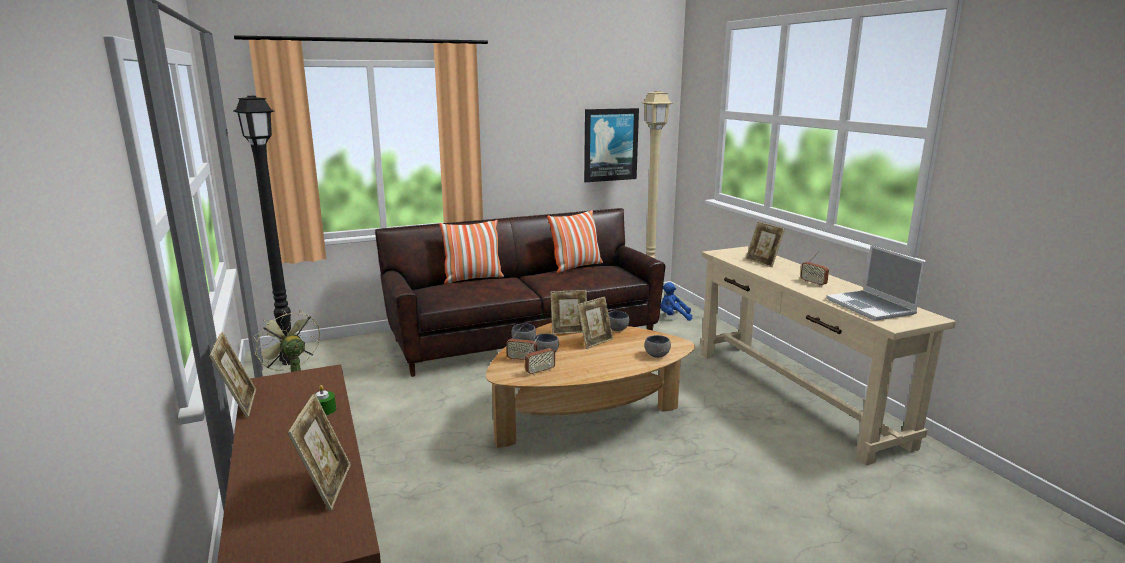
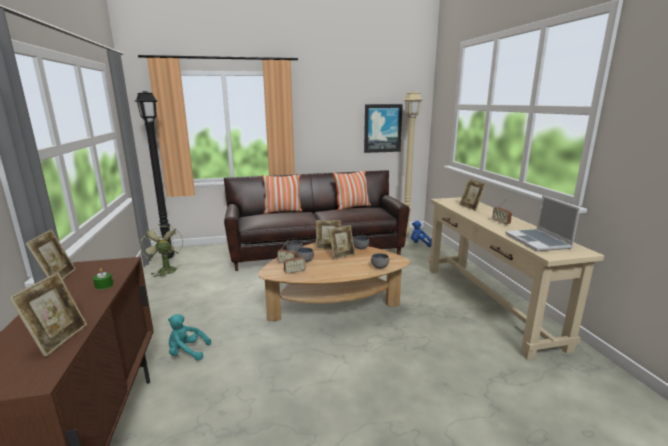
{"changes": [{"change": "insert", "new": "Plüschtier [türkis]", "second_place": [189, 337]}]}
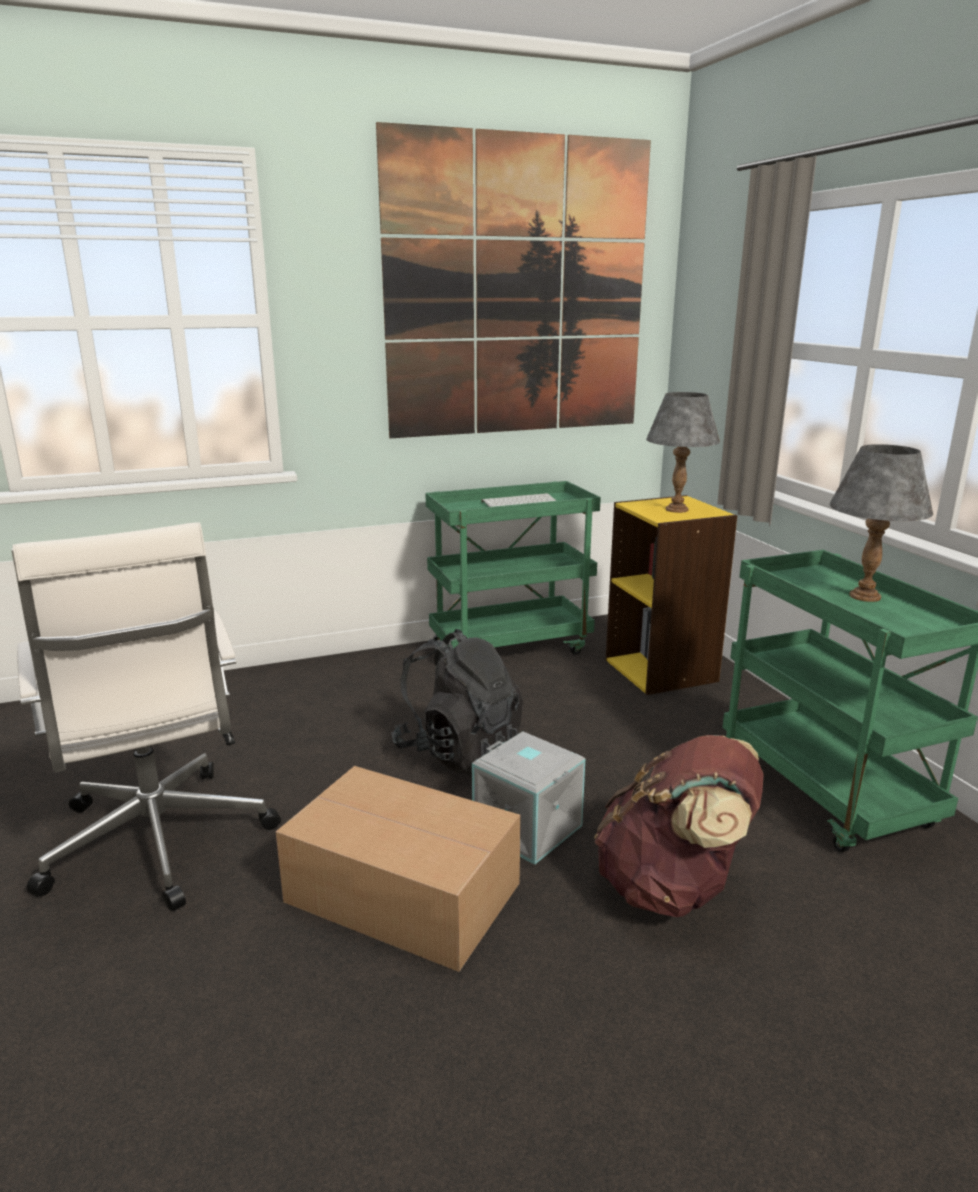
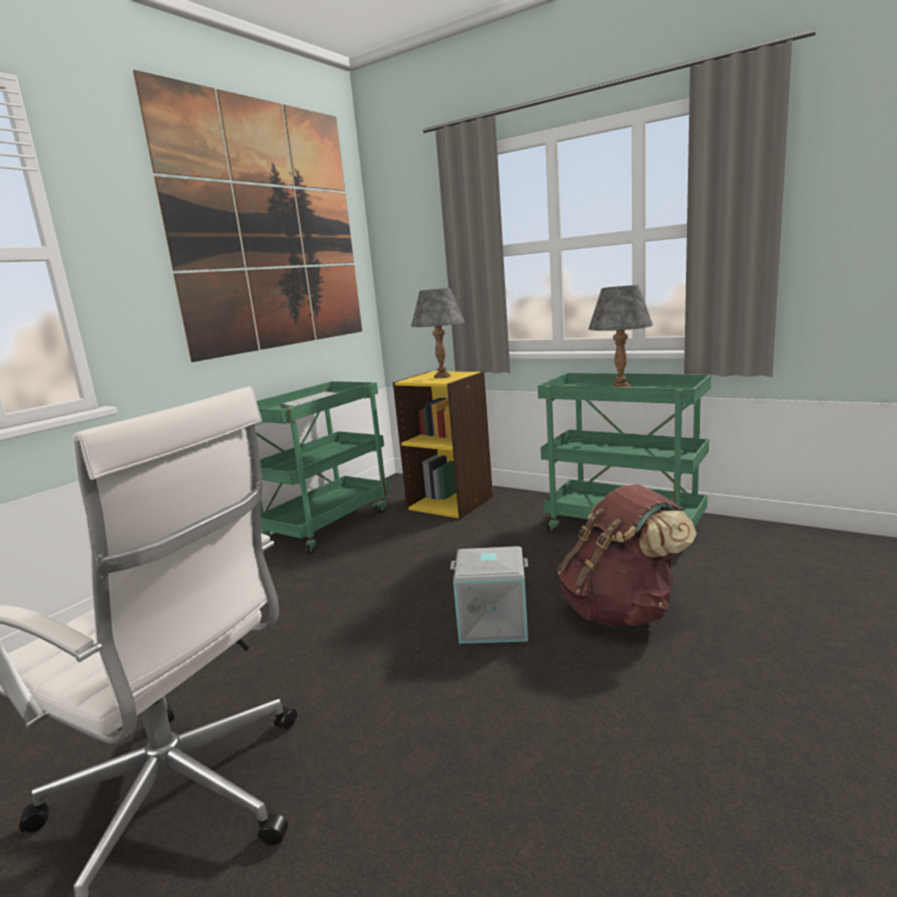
{"changes": [{"change": "delete", "old": "Rucksack [schwarz]", "first_place": [457, 702]}, {"change": "delete", "old": "Karton", "first_place": [398, 869]}]}
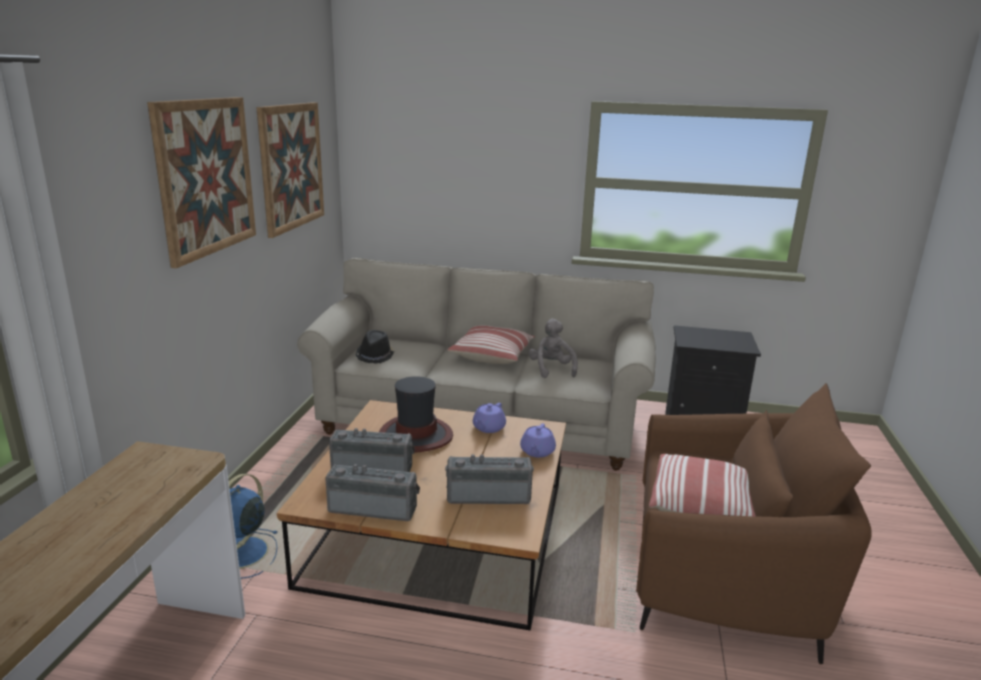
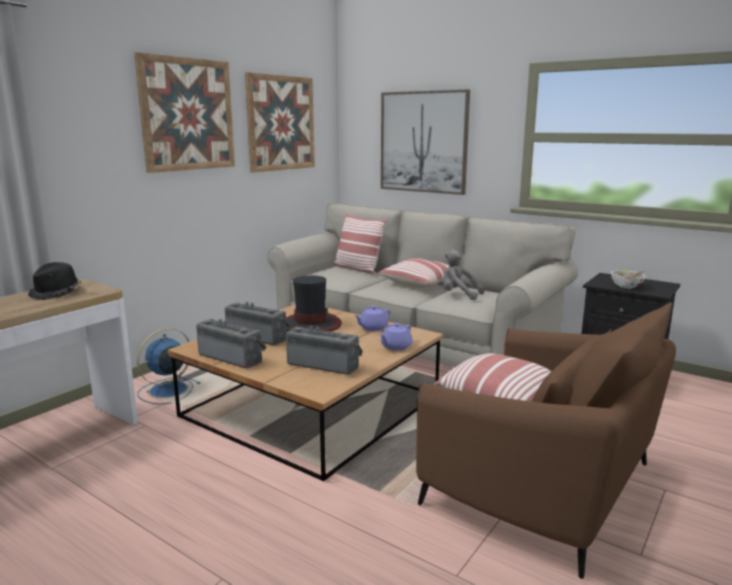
{"changes": [{"change": "rotate", "old": "Plüschtier [grau]", "first_place": [553, 348], "second_place": [463, 275], "degrees": -75}, {"change": "move", "old": "Hut [schwarz]", "first_place": [375, 347], "second_place": [54, 281]}, {"change": "insert", "new": "Bild", "second_place": [425, 142]}, {"change": "insert", "new": "Kissen", "second_place": [360, 243]}, {"change": "insert", "new": "Schüssel", "second_place": [628, 279]}]}
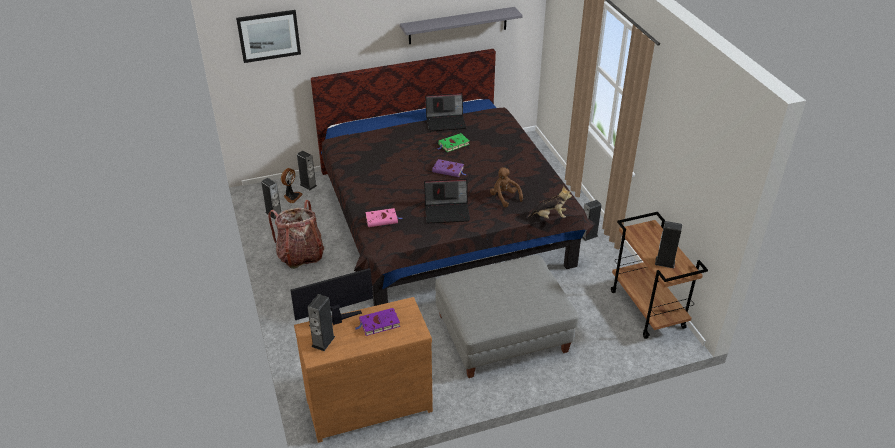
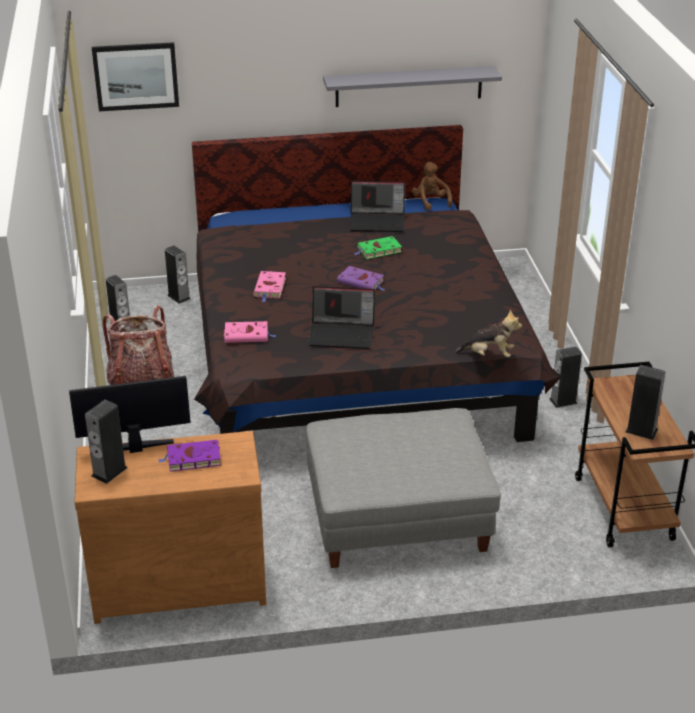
{"changes": [{"change": "move", "old": "Plüschtier [braun]", "first_place": [506, 187], "second_place": [432, 186]}, {"change": "delete", "old": "Ventilator", "first_place": [292, 185]}, {"change": "insert", "new": "Buch [rosa]", "second_place": [269, 286]}]}
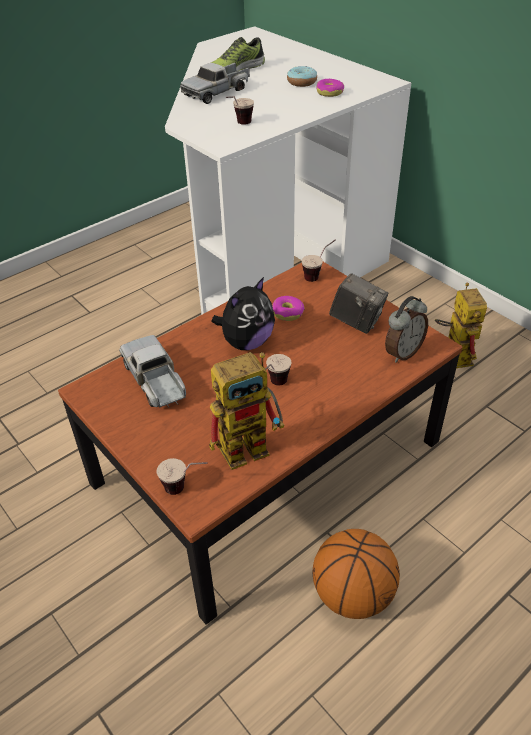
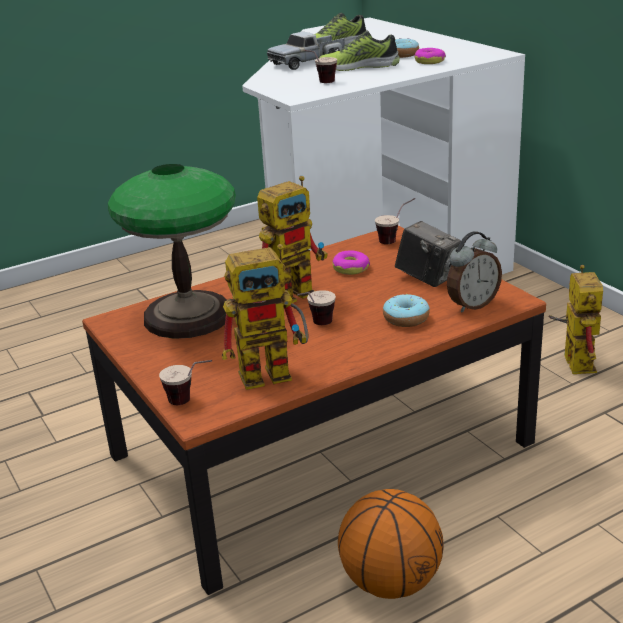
{"changes": [{"change": "replace", "old": "Plüschtier", "new": "Spielzeugroboter", "first_place": [243, 313], "second_place": [292, 239]}, {"change": "replace", "old": "Spielzeuglaster", "new": "Tischlampe", "first_place": [152, 371], "second_place": [172, 251]}, {"change": "insert", "new": "Schuh", "second_place": [359, 51]}, {"change": "insert", "new": "Donut", "second_place": [406, 310]}]}
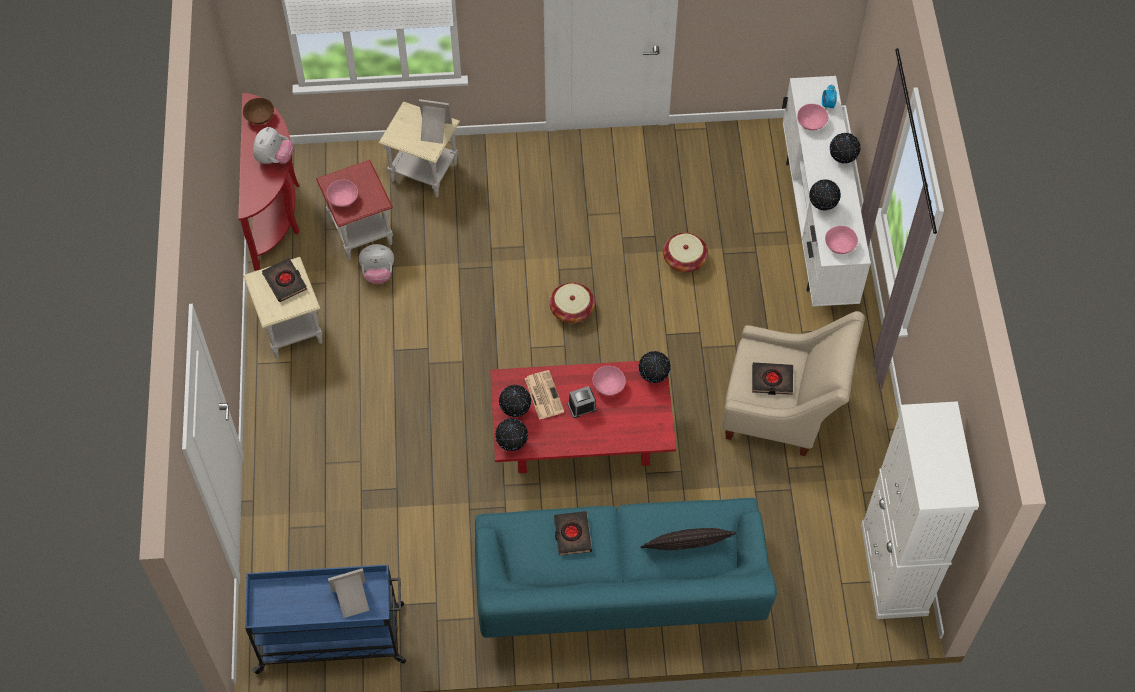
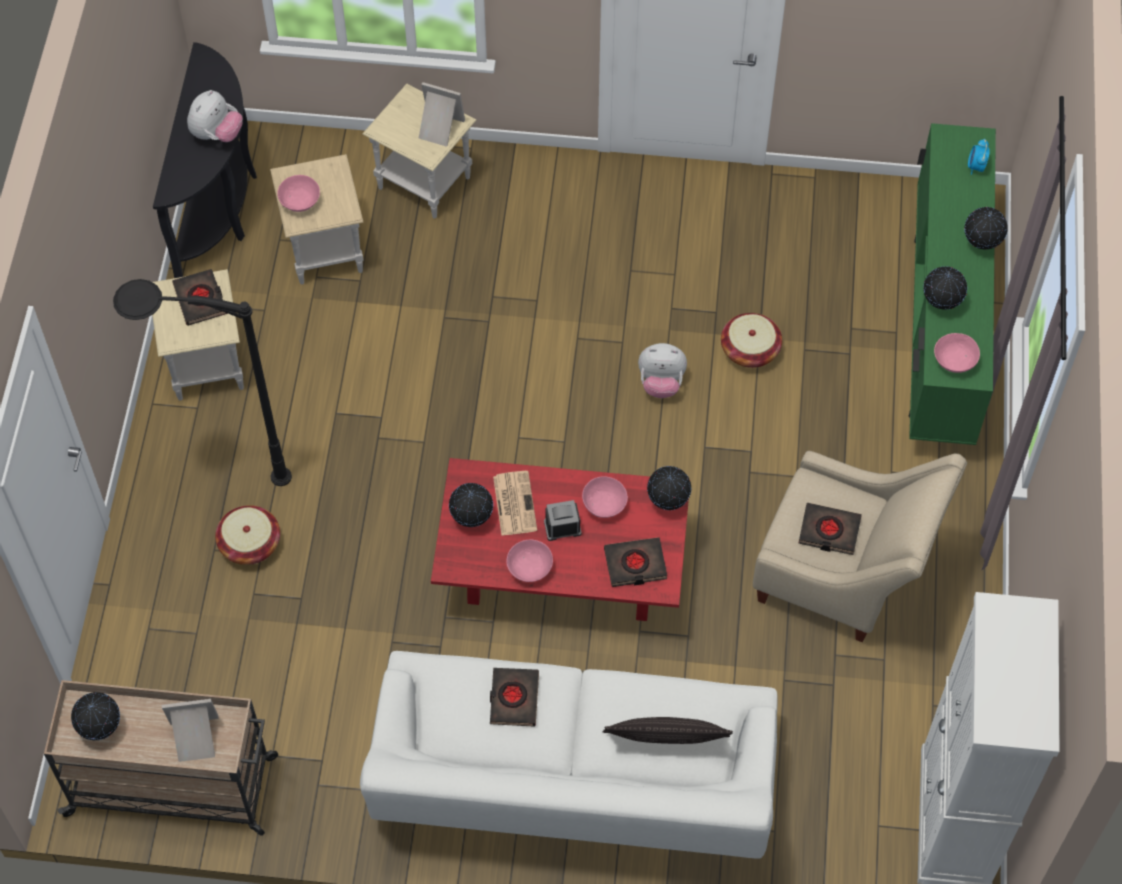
{"changes": [{"change": "recolor", "old": "Fernsehschrank [weiß]", "new": "Fernsehschrank [grün]", "first_place": [826, 191], "second_place": [952, 284]}, {"change": "recolor", "old": "Konsolentisch [rot]", "new": "Konsolentisch [schwarz]", "first_place": [268, 182], "second_place": [205, 160]}, {"change": "delete", "old": "Schüssel [braun]", "first_place": [258, 111]}, {"change": "move", "old": "Schüssel [rosa]", "first_place": [812, 117], "second_place": [529, 561]}, {"change": "recolor", "old": "Beistelltisch [rot]", "new": "Beistelltisch [beige]", "first_place": [354, 210], "second_place": [317, 219]}, {"change": "move", "old": "Plüschtier", "first_place": [376, 264], "second_place": [662, 370]}, {"change": "move", "old": "Korb", "first_place": [572, 302], "second_place": [247, 535]}, {"change": "move", "old": "Globus", "first_place": [511, 434], "second_place": [95, 716]}, {"change": "recolor", "old": "Sofa [türkis]", "new": "Sofa [weiß]", "first_place": [626, 568], "second_place": [569, 755]}, {"change": "recolor", "old": "Rollwagen [blau]", "new": "Rollwagen [beige]", "first_place": [325, 619], "second_place": [161, 758]}, {"change": "insert", "new": "Stehlampe [schwarz]", "second_place": [202, 382]}, {"change": "insert", "new": "Buch [schwarz]", "second_place": [635, 562]}]}
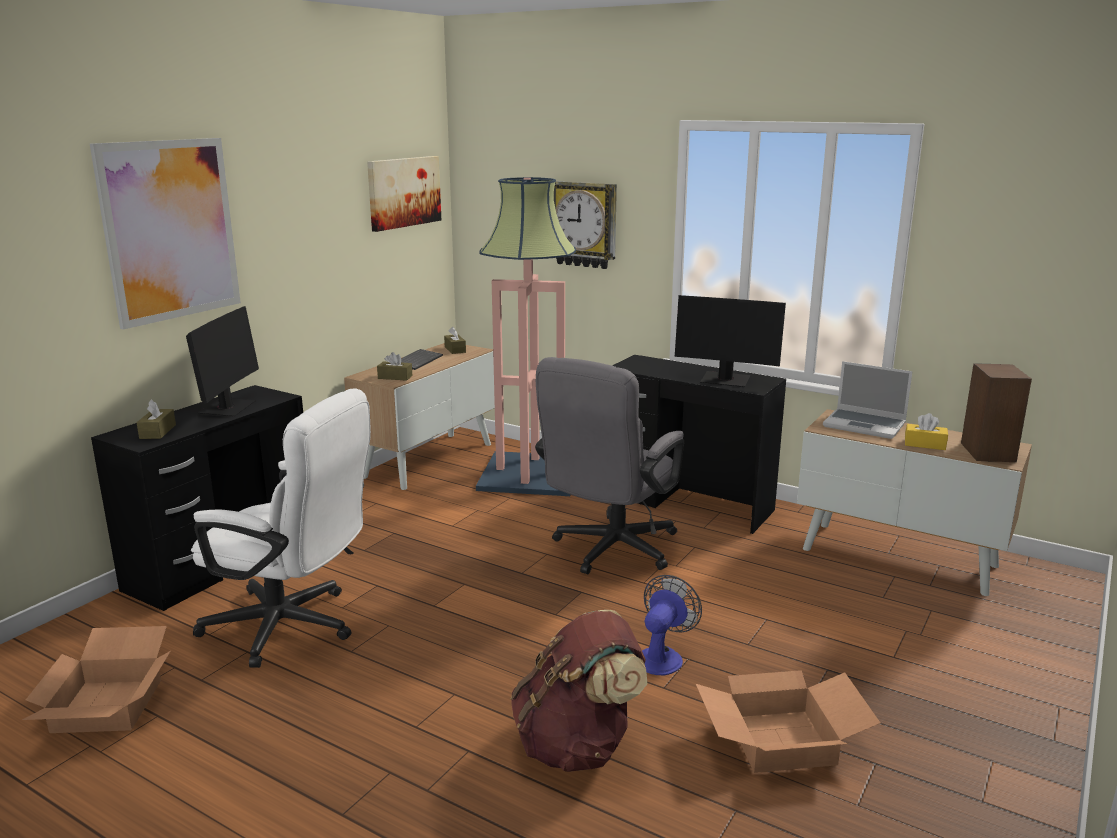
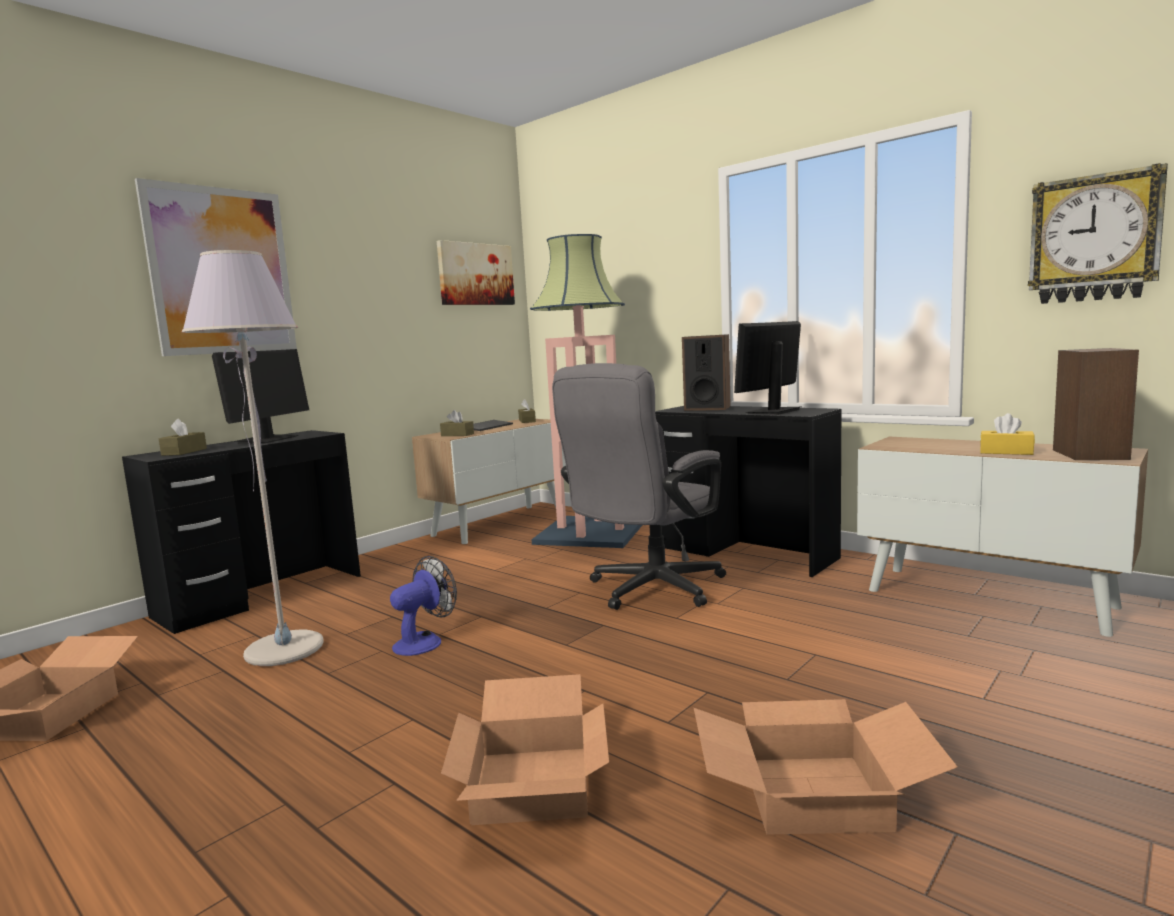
{"changes": [{"change": "move", "old": "Wanduhr", "first_place": [585, 225], "second_place": [1098, 233]}, {"change": "rotate", "old": "Monitor", "first_place": [730, 341], "second_place": [767, 368], "degrees": 105}, {"change": "delete", "old": "Laptop", "first_place": [868, 400]}, {"change": "replace", "old": "Bürostuhl [weiß]", "new": "Stehlampe [grau]", "first_place": [281, 528], "second_place": [253, 458]}, {"change": "move", "old": "Ventilator", "first_place": [672, 625], "second_place": [423, 606]}, {"change": "replace", "old": "Rucksack [braun]", "new": "Karton", "first_place": [579, 691], "second_place": [525, 749]}, {"change": "insert", "new": "Lautsprecher", "second_place": [706, 372]}]}
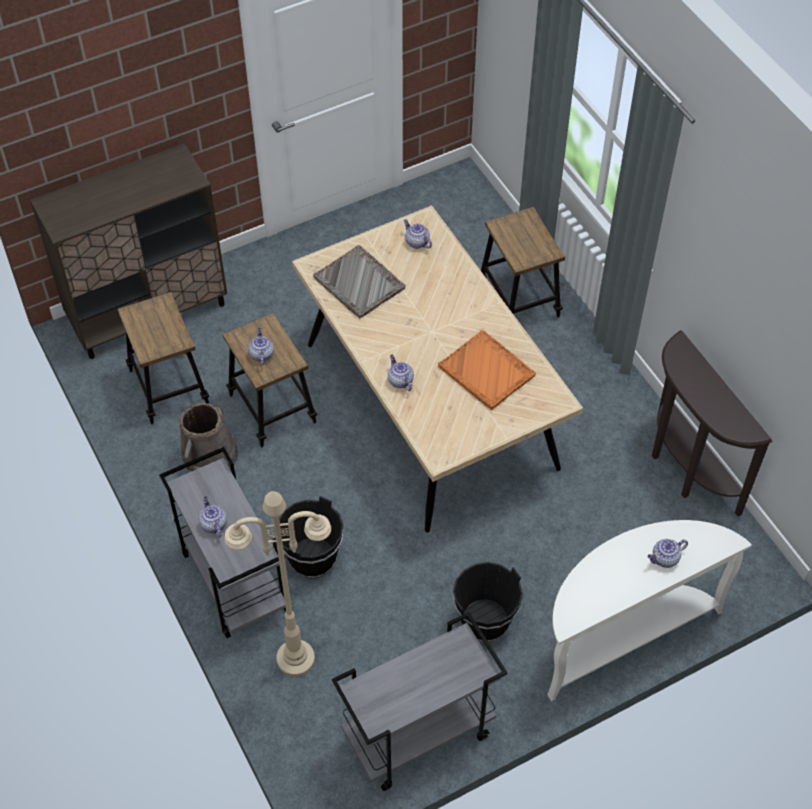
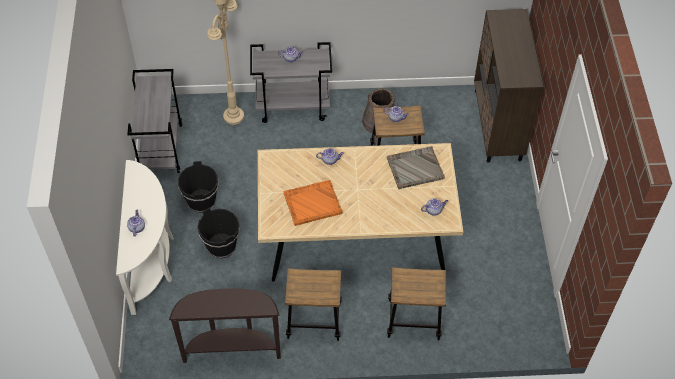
{"changes": [{"change": "move", "old": "Hocker", "first_place": [163, 358], "second_place": [313, 304]}, {"change": "move", "old": "Eimer [schwarz]", "first_place": [311, 537], "second_place": [218, 232]}]}
